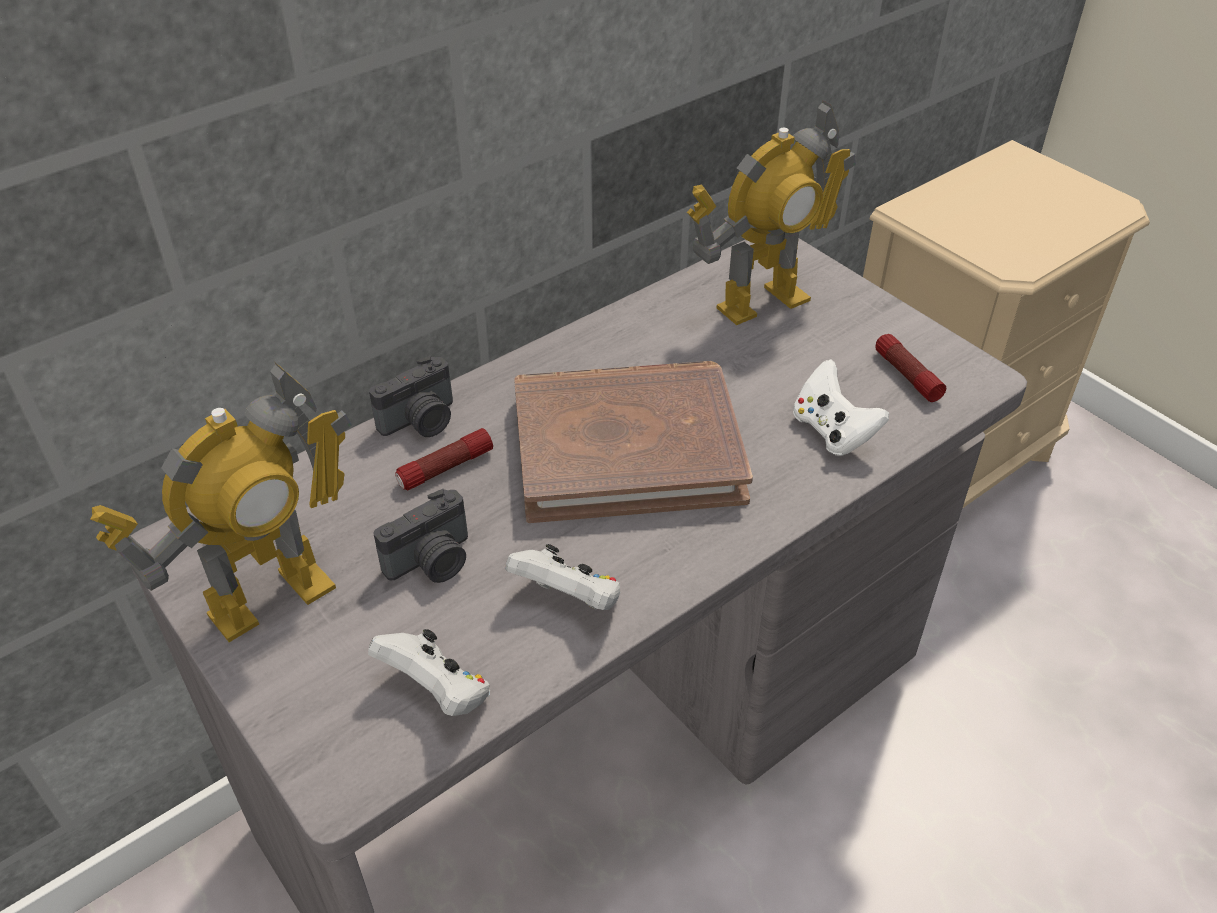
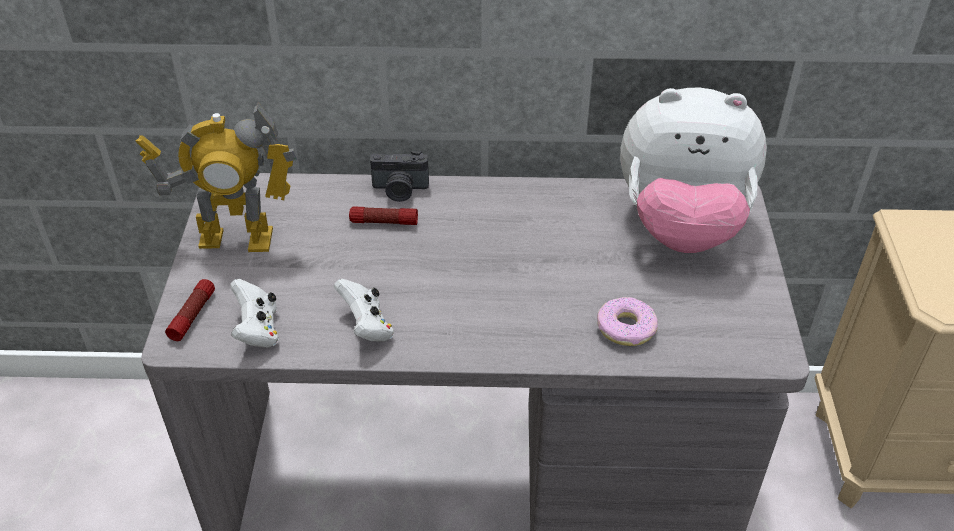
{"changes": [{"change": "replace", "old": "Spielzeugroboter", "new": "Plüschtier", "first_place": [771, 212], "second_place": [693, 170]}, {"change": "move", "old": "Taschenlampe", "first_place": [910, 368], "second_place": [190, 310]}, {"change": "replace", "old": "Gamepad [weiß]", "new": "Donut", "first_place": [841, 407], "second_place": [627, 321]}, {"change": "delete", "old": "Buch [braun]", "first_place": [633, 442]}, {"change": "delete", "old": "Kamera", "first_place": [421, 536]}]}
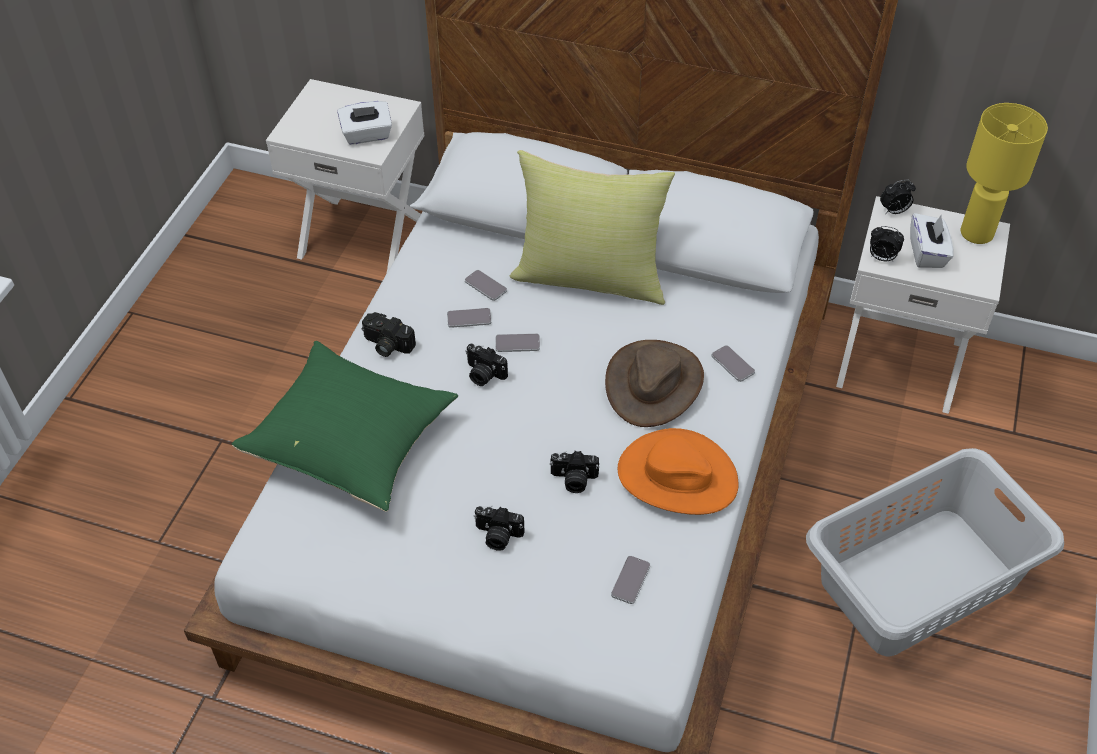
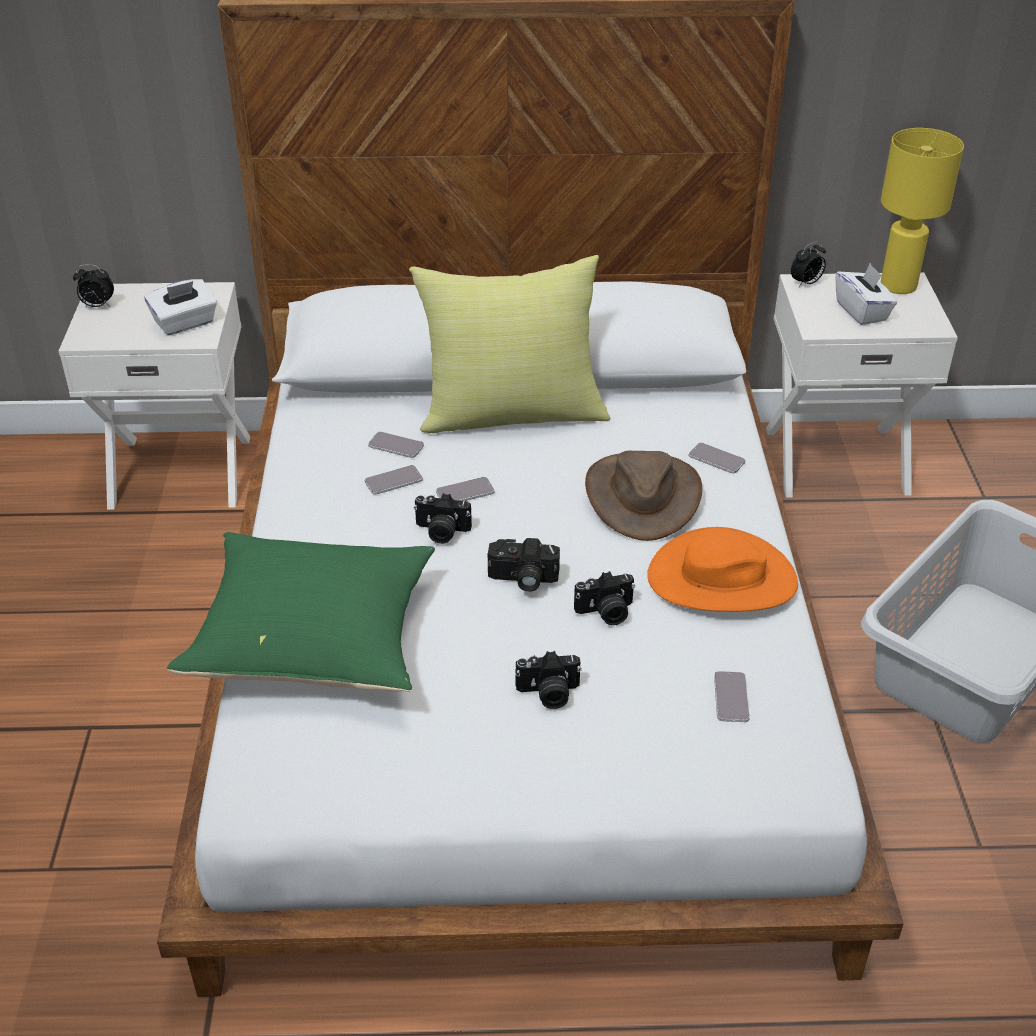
{"changes": [{"change": "move", "old": "Wecker", "first_place": [887, 244], "second_place": [93, 285]}, {"change": "move", "old": "Kamera", "first_place": [389, 334], "second_place": [523, 565]}]}
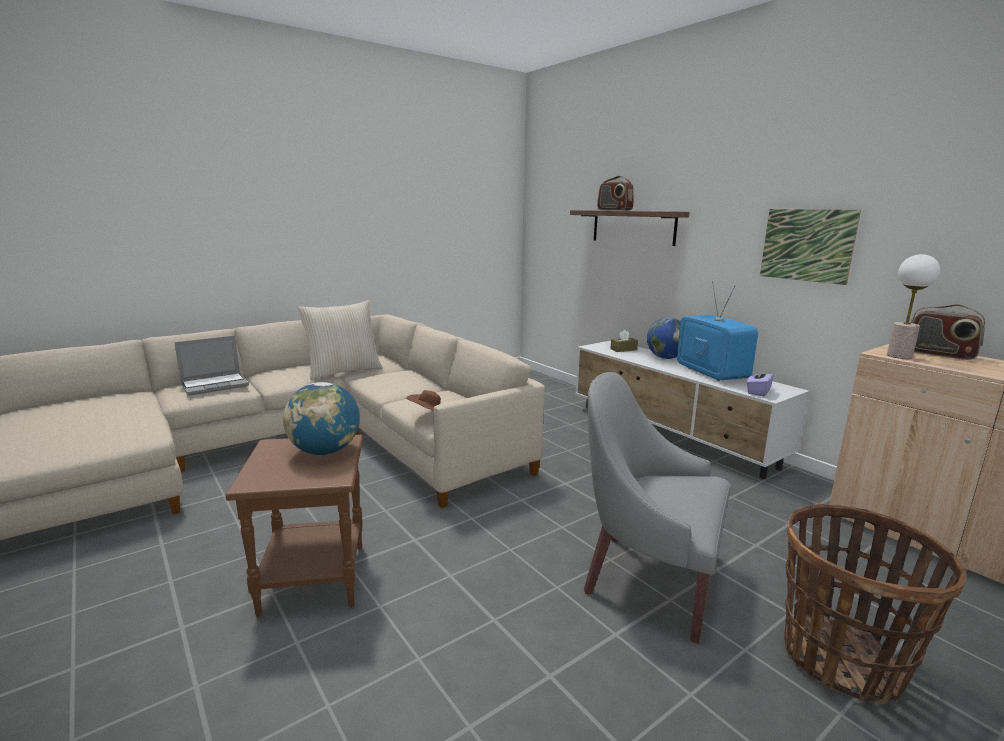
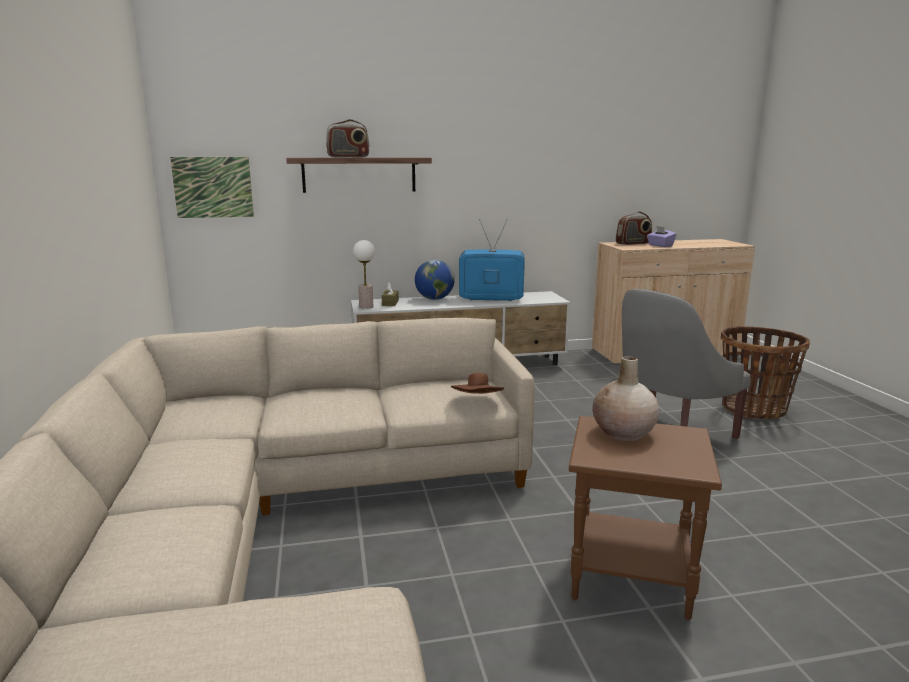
{"changes": [{"change": "move", "old": "Bild", "first_place": [810, 247], "second_place": [212, 187]}, {"change": "move", "old": "Tischlampe", "first_place": [913, 306], "second_place": [364, 274]}, {"change": "delete", "old": "Kissen [beige]", "first_place": [340, 340]}, {"change": "delete", "old": "Laptop", "first_place": [211, 366]}, {"change": "move", "old": "Taschentuchbox [lila]", "first_place": [760, 381], "second_place": [661, 236]}, {"change": "replace", "old": "Globus", "new": "Vase [beige]", "first_place": [321, 418], "second_place": [625, 398]}]}
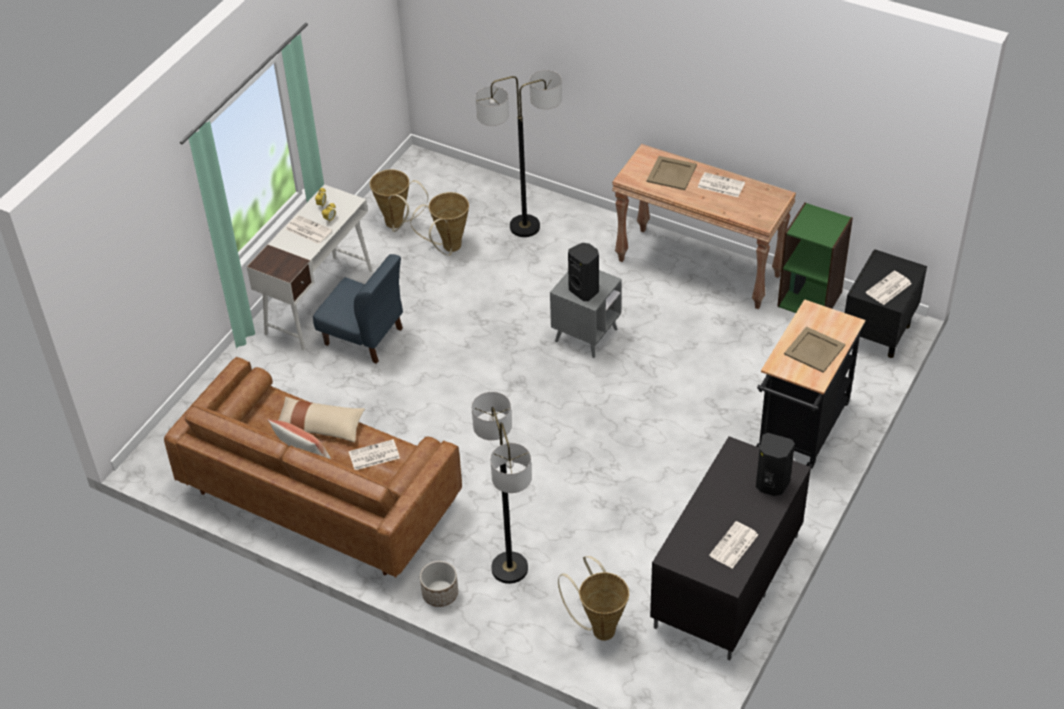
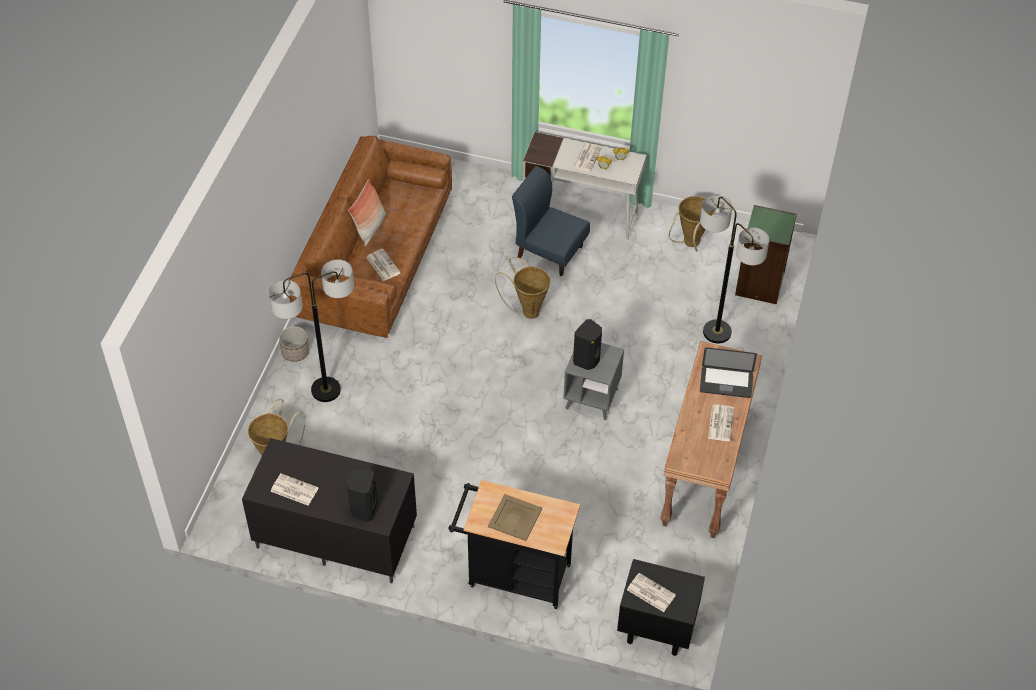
{"changes": [{"change": "replace", "old": "Tablett [beige]", "new": "Laptop", "first_place": [672, 173], "second_place": [728, 372]}, {"change": "move", "old": "Korb", "first_place": [440, 224], "second_place": [523, 288]}, {"change": "move", "old": "Bücherregal [grün]", "first_place": [815, 258], "second_place": [766, 254]}, {"change": "rotate", "old": "Stuhl [blau]", "first_place": [358, 309], "second_place": [551, 221], "degrees": 105}, {"change": "delete", "old": "Kissen [beige]", "first_place": [321, 419]}]}
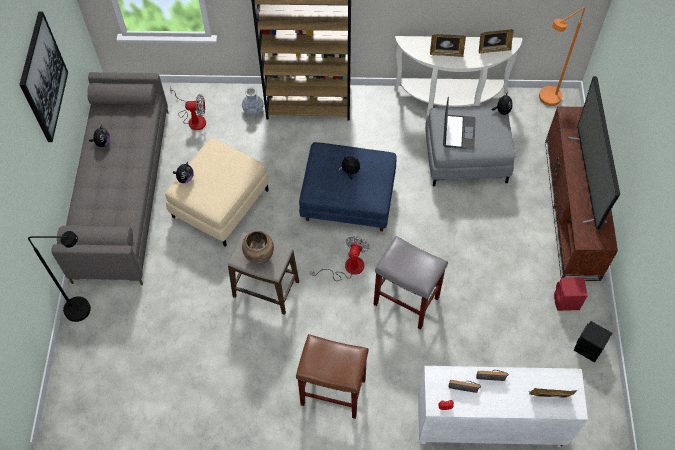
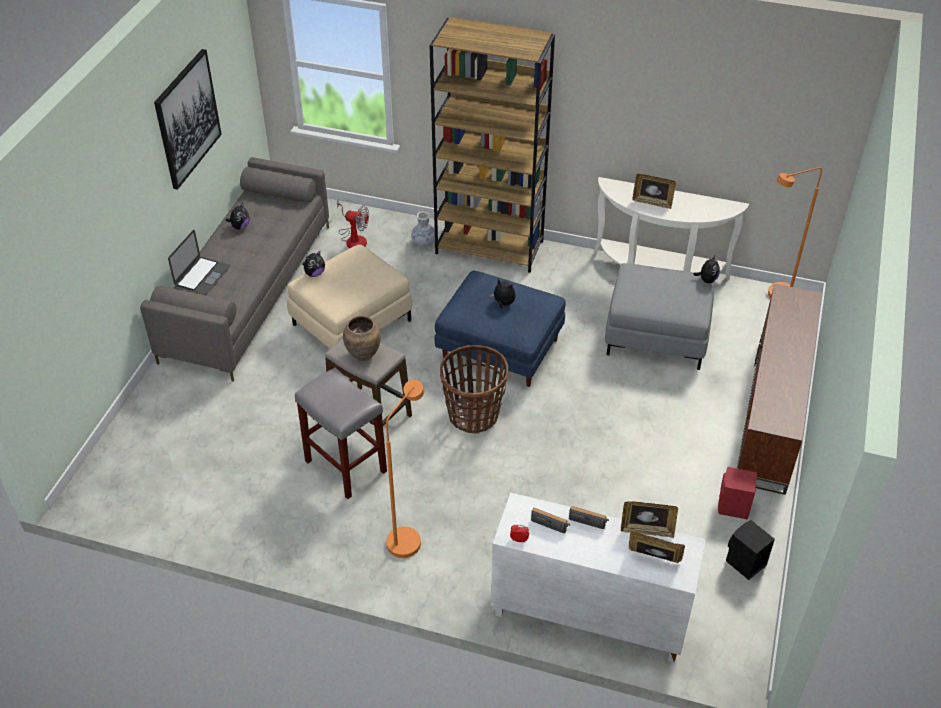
{"changes": [{"change": "move", "old": "Bilderrahmen", "first_place": [496, 41], "second_place": [649, 519]}, {"change": "delete", "old": "Fernseher", "first_place": [594, 152]}, {"change": "move", "old": "Laptop", "first_place": [459, 123], "second_place": [199, 262]}, {"change": "delete", "old": "Stehlampe [schwarz]", "first_place": [59, 276]}, {"change": "replace", "old": "Ventilator", "new": "Korb", "first_place": [340, 258], "second_place": [474, 389]}, {"change": "move", "old": "Hocker [grau]", "first_place": [411, 282], "second_place": [341, 433]}, {"change": "replace", "old": "Hocker [braun]", "new": "Stehlampe [orange]", "first_place": [332, 376], "second_place": [405, 469]}]}
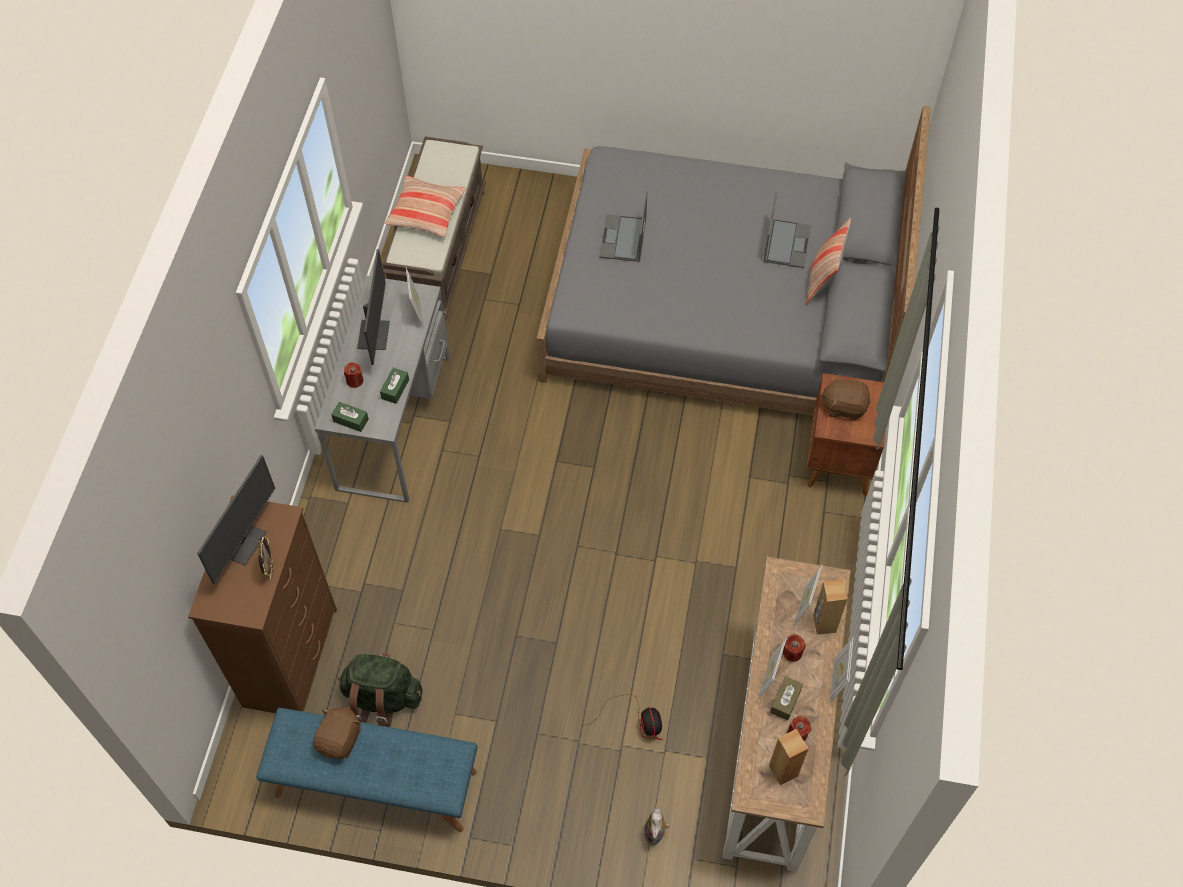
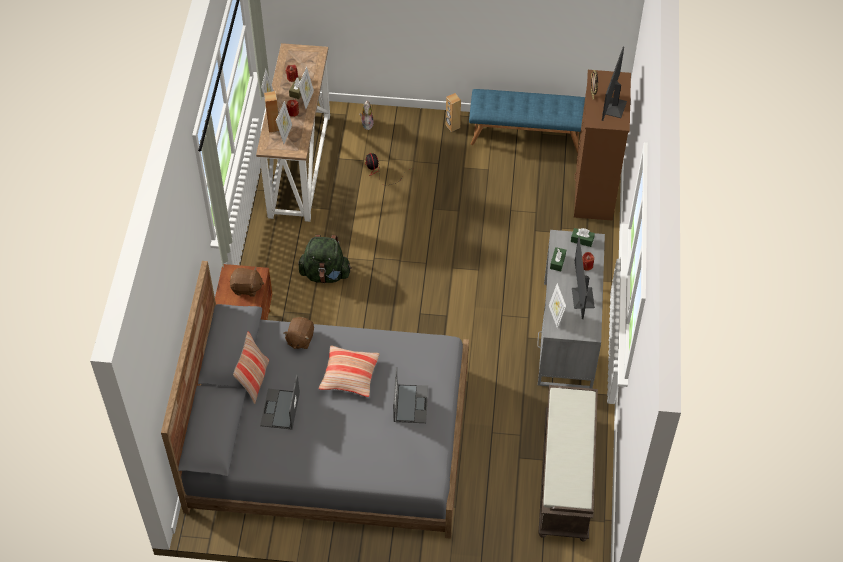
{"changes": [{"change": "move", "old": "Kissen", "first_place": [425, 207], "second_place": [349, 371]}, {"change": "move", "old": "Rucksack [grün]", "first_place": [380, 689], "second_place": [325, 259]}, {"change": "move", "old": "Plüschtier [braun]", "first_place": [337, 733], "second_place": [299, 333]}, {"change": "move", "old": "Lautsprecher [braun]", "first_place": [788, 757], "second_place": [453, 112]}]}
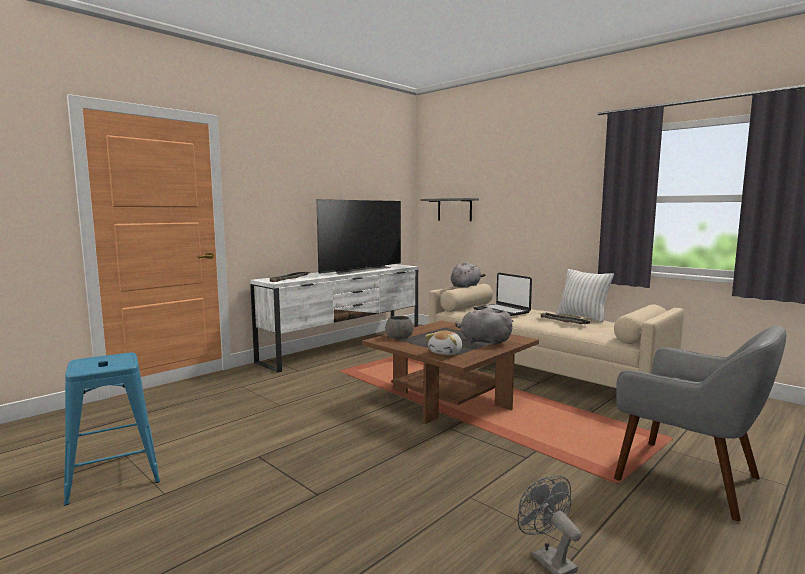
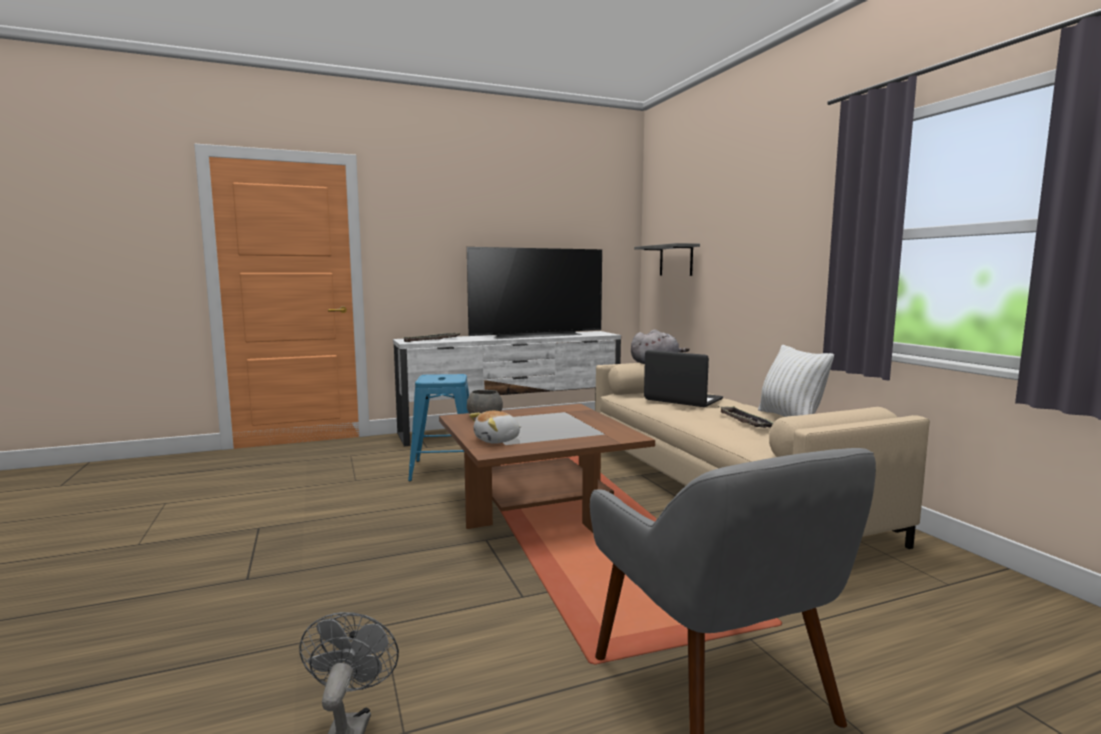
{"changes": [{"change": "rotate", "old": "Laptop", "first_place": [502, 294], "second_place": [683, 378], "degrees": 135}, {"change": "delete", "old": "Plüschtier [grau]", "first_place": [484, 326]}, {"change": "move", "old": "Hocker [blau]", "first_place": [112, 429], "second_place": [438, 427]}]}
